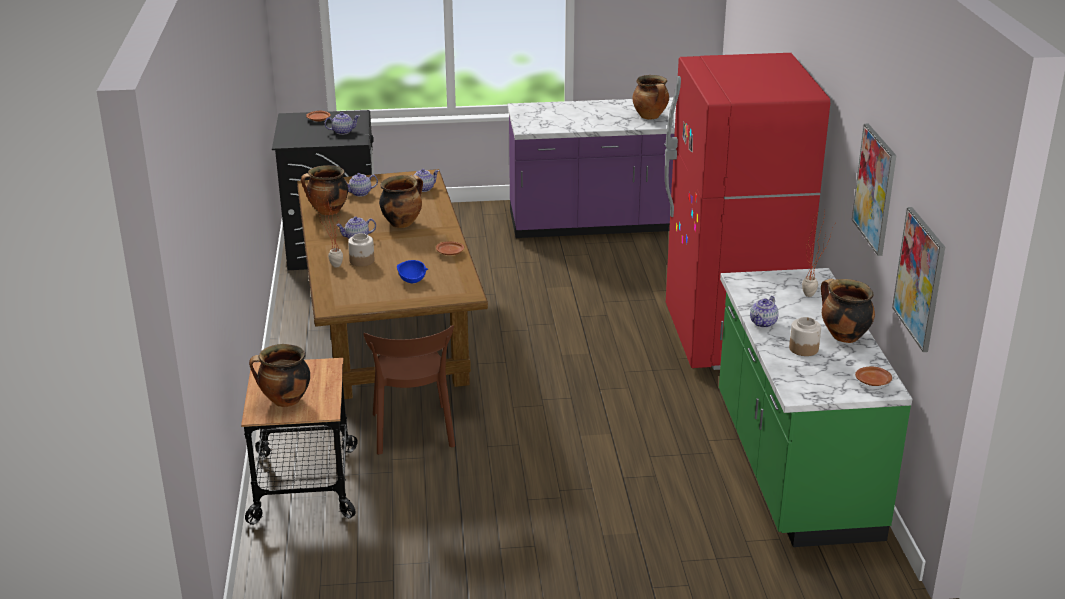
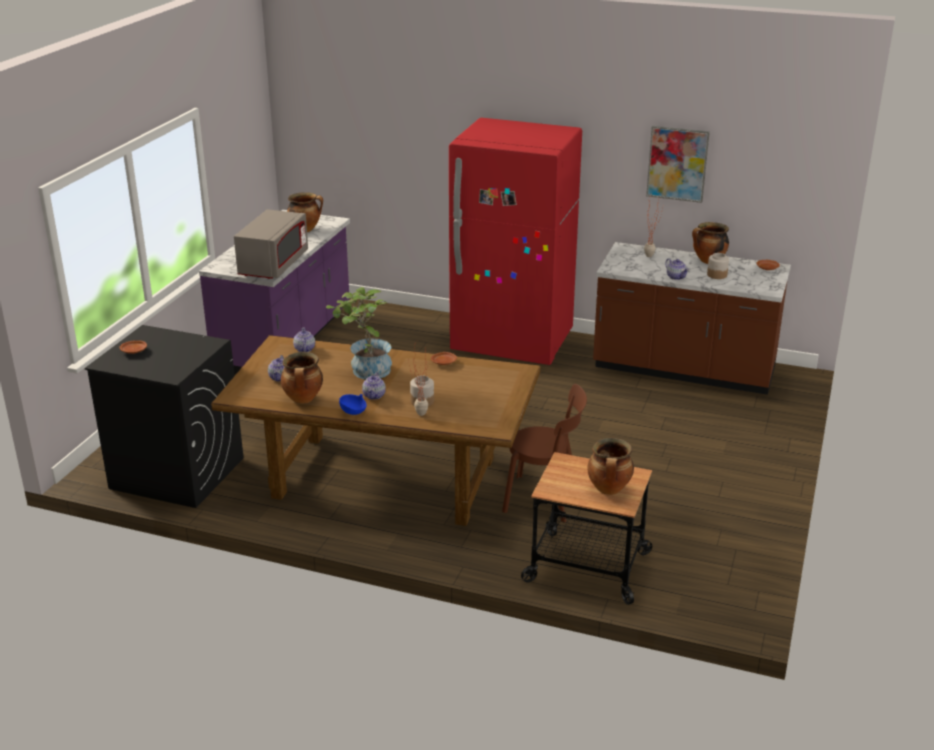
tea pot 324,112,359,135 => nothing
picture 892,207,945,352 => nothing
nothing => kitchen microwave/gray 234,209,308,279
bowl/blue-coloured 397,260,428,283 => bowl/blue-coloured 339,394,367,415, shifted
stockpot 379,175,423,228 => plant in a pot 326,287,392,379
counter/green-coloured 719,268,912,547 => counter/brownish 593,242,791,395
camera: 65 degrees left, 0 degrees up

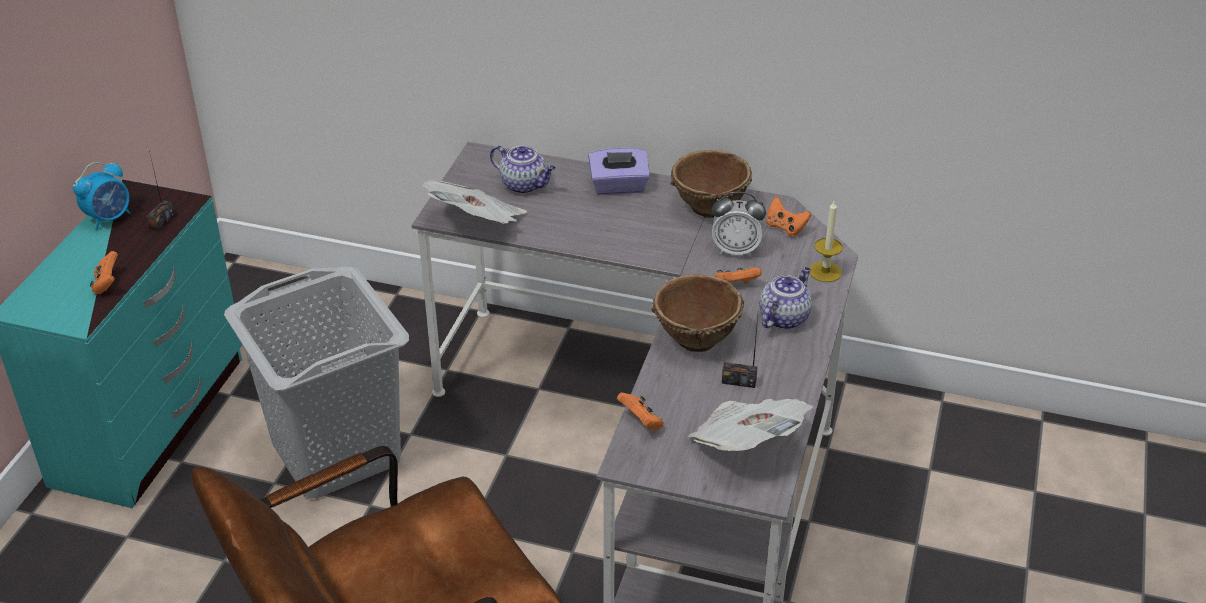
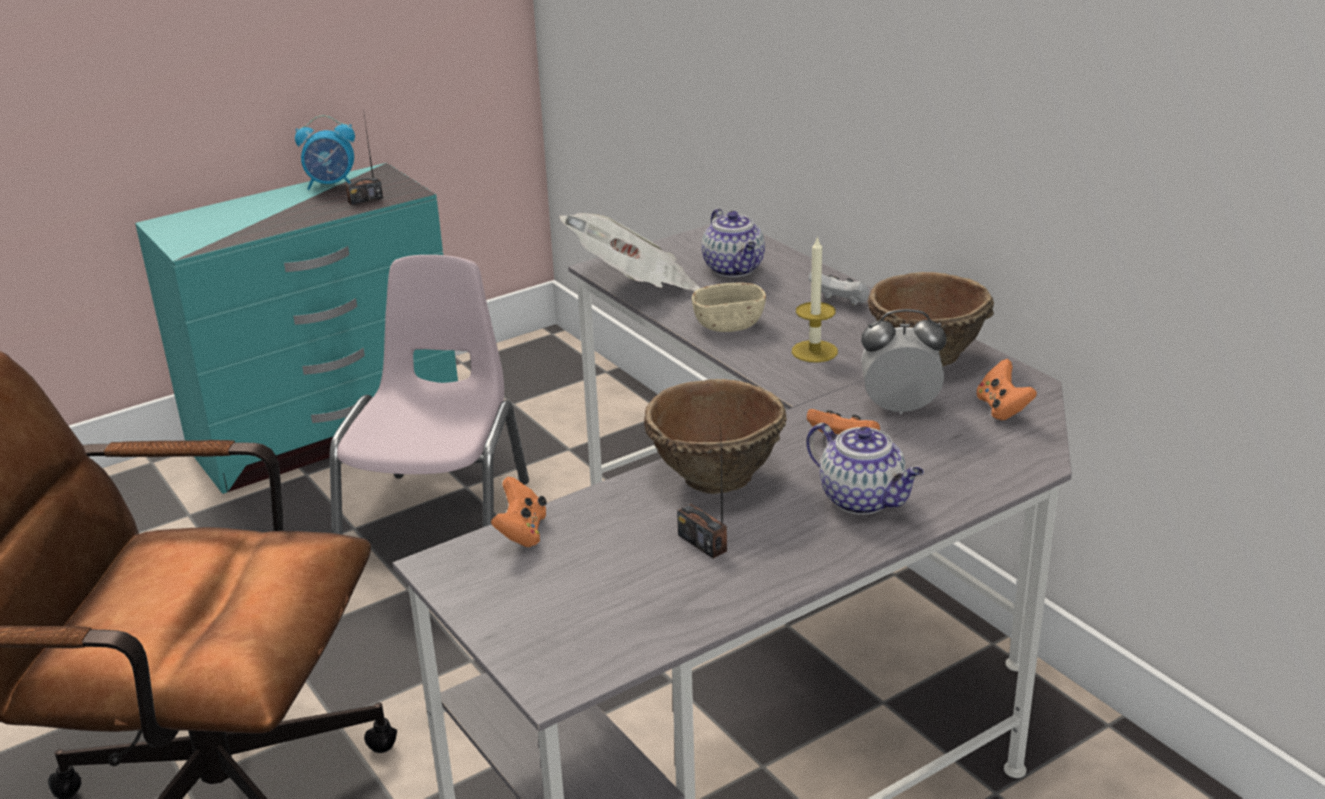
game controller/orange-coloured 90,251,118,294 => nothing
printed paper 688,398,813,451 => nothing
nothing => bowl/beige 692,282,766,332
wax candle 810,201,843,282 => wax candle 792,235,838,363, shifted
laundry basket/gray 224,266,409,498 => upright chair/pink 330,255,529,534
tissue holder/purple-coloured 588,148,650,195 => game controller/whitish 808,271,869,305
table clock 712,192,766,257 => table clock 861,309,946,414, 135 degrees clockwise
tea pot 759,267,812,330 => tea pot 807,423,924,515, 60 degrees clockwise
camera: 40 degrees right, 10 degrees down

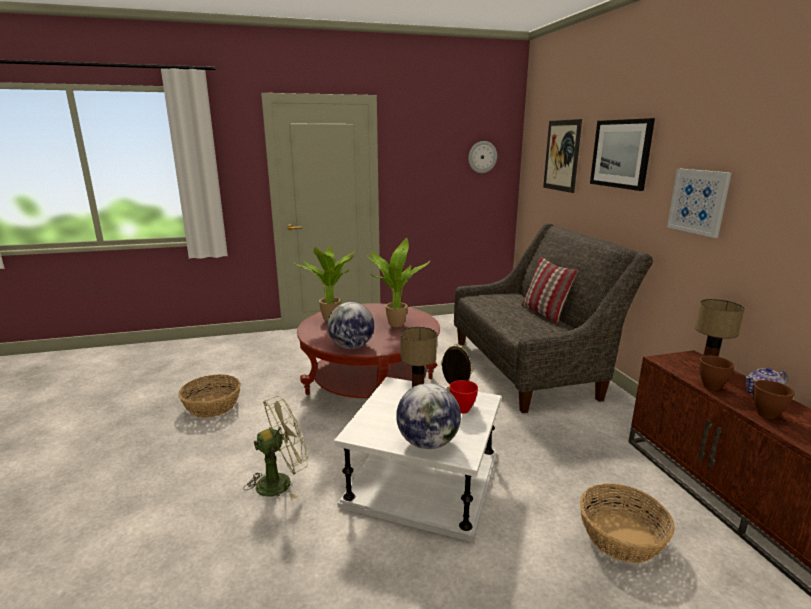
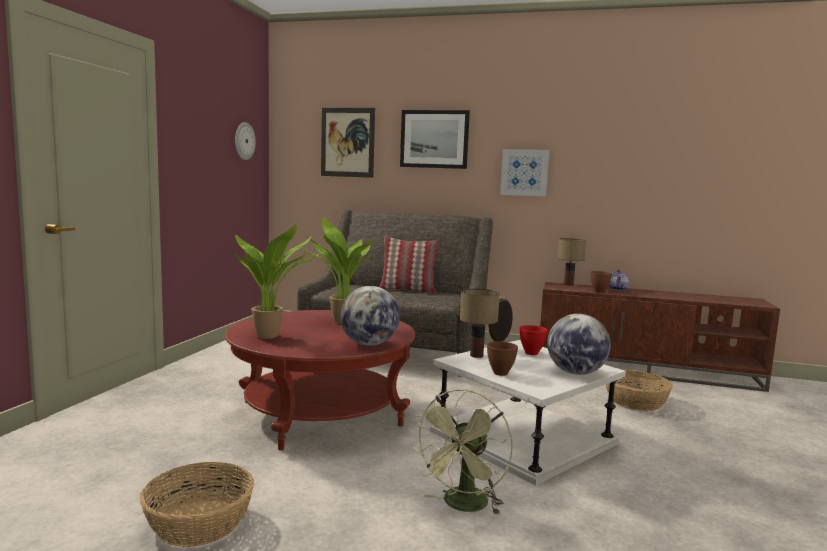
bowl/brownish 753,380,795,419 => bowl/brownish 487,341,518,376, shifted
fan/green-coloured 243,396,308,499 => fan/green-coloured 412,389,513,515, 150 degrees counterclockwise
camera: 60 degrees left, 10 degrees down

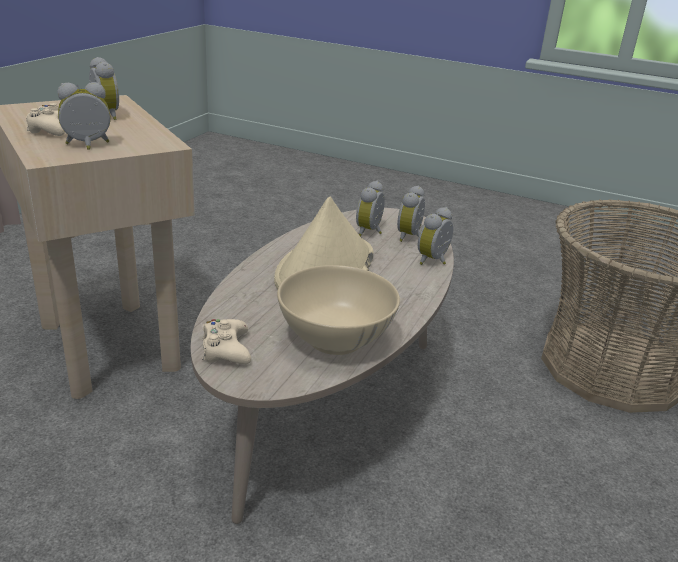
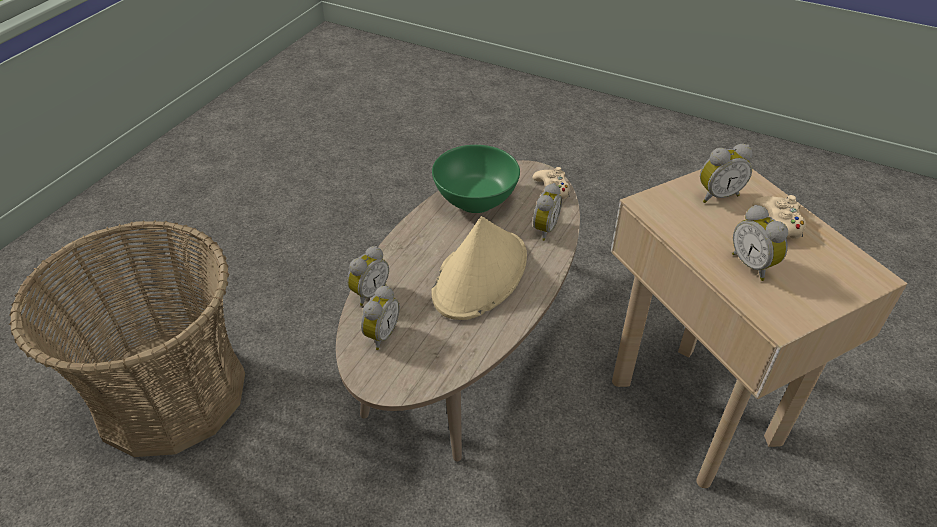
table clock 356,181,385,237 => table clock 533,183,562,241, shifted
bowl/beige 277,265,400,355 => bowl/green-coloured 432,145,520,213
camera: 175 degrees left, 15 degrees up

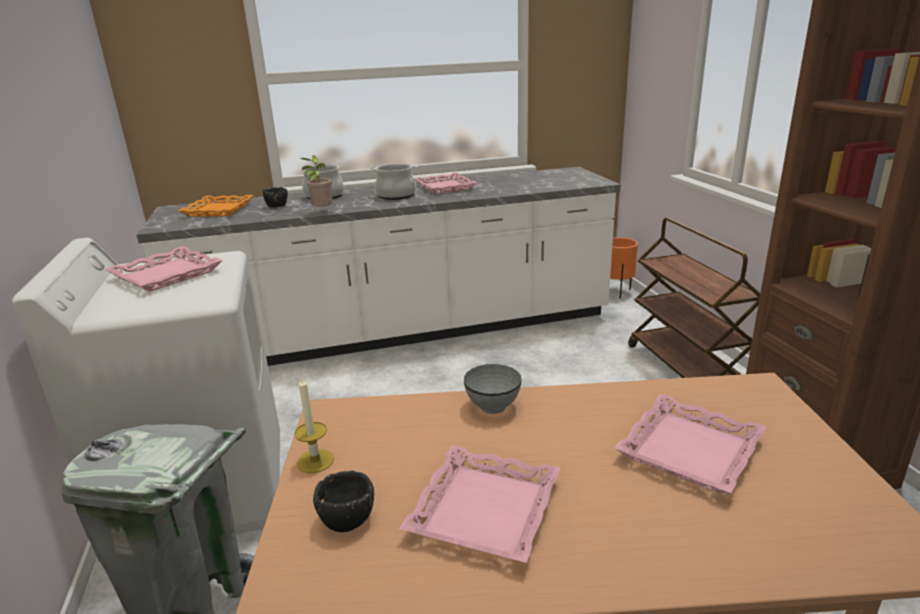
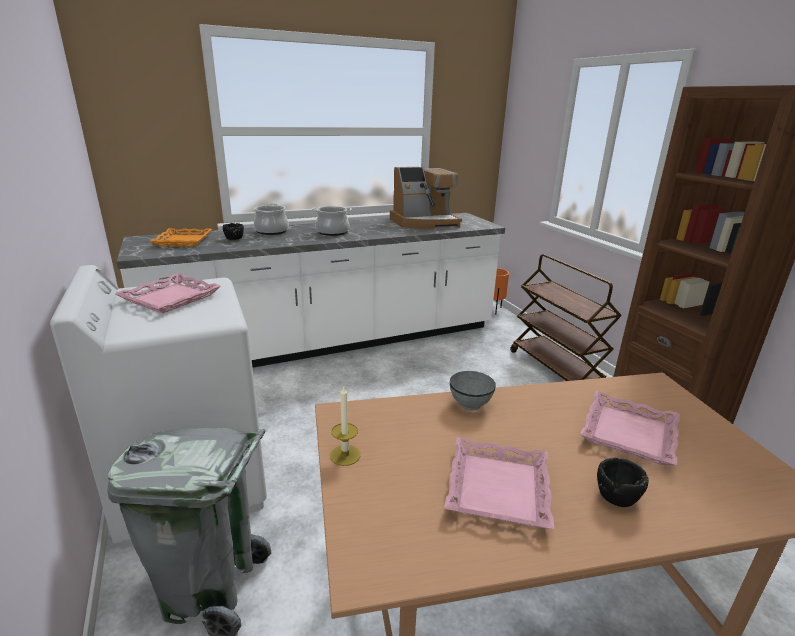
plant in a pot 301,155,333,208 => nothing
serving tray/pink 414,173,477,194 => nothing
nothing => coffee machine 390,167,462,229
bowl/blackish 313,471,374,532 => bowl/blackish 597,458,649,507, shifted
camera: 10 degrees left, 0 degrees up

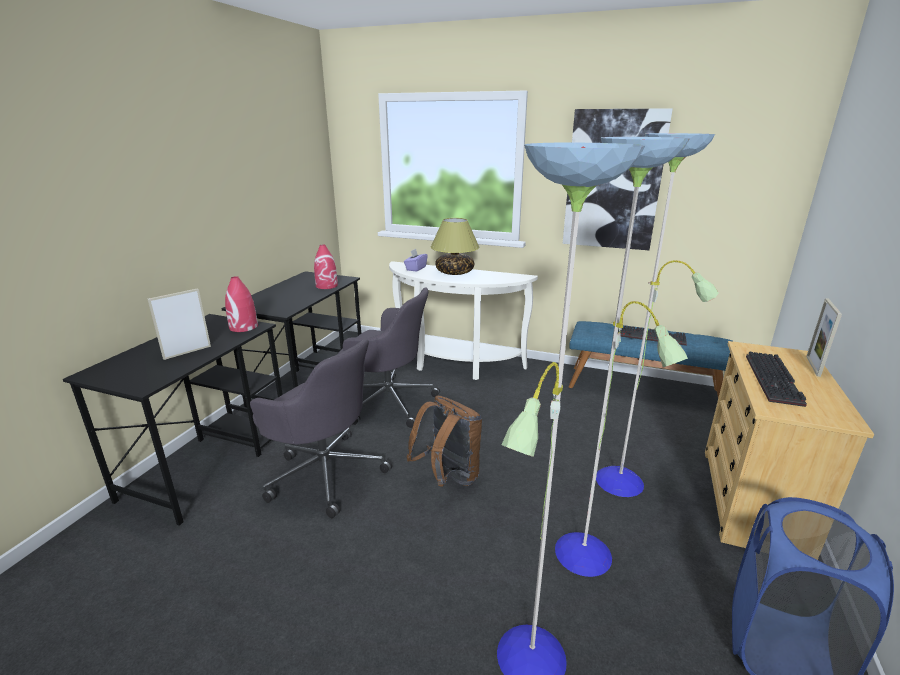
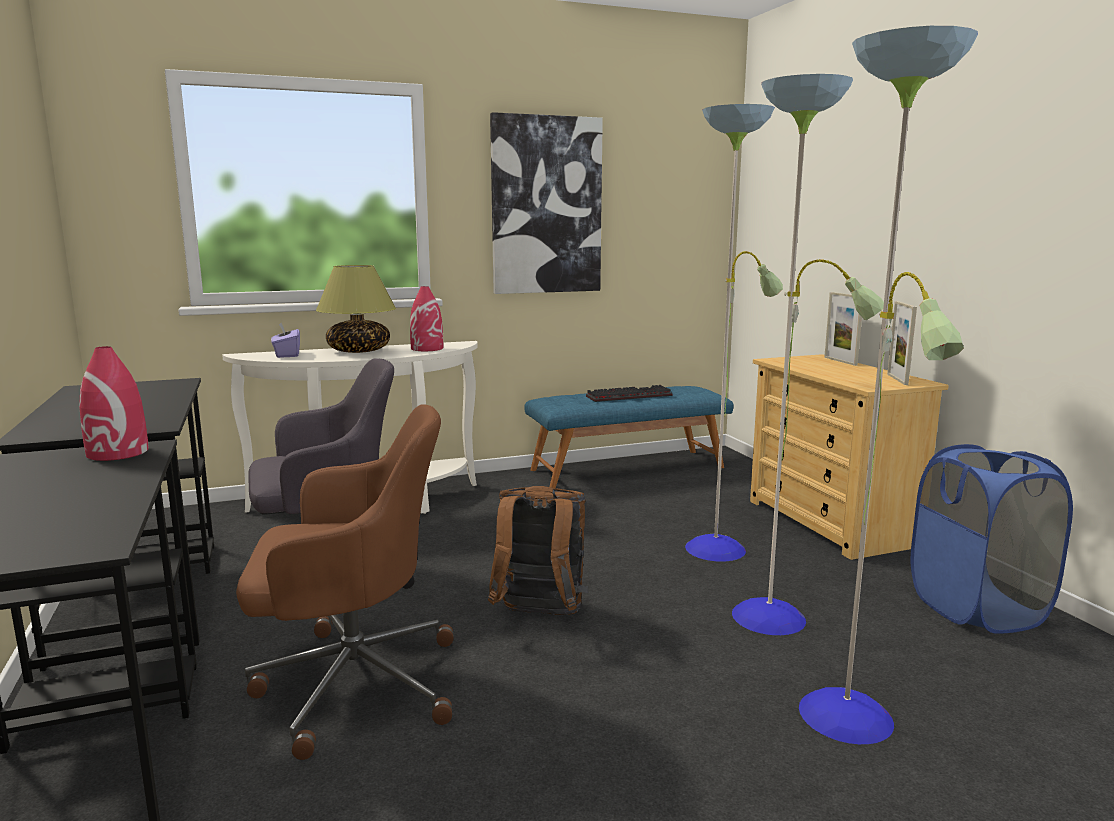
computer keyboard 746,352,807,407 => nothing
picture frame 148,288,211,360 => picture frame 887,301,917,385, shifted
decorative vase/red-coloured 314,244,338,289 => decorative vase/red-coloured 410,286,443,351, shifted
computer chair/gray 250,339,392,518 => computer chair/brownish 236,404,454,760
camera: 40 degrees left, 10 degrees down

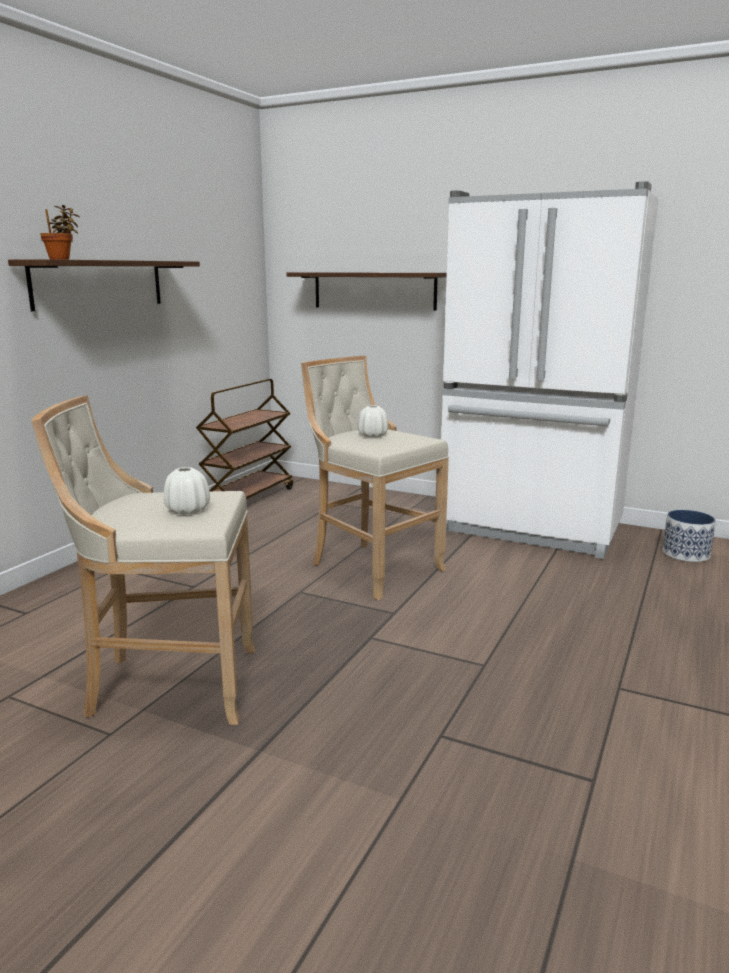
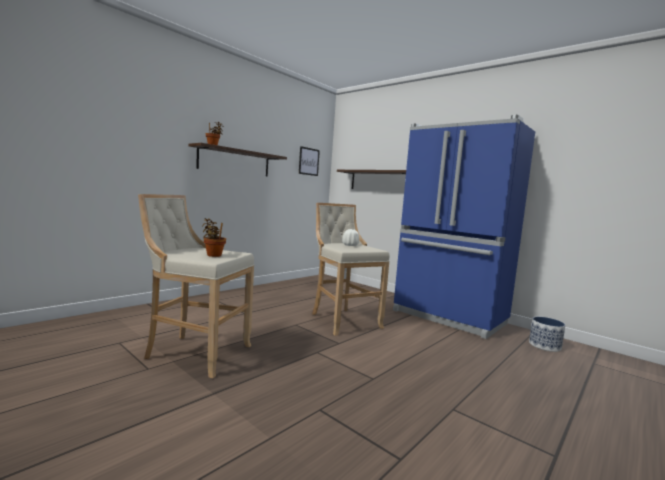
trolley/brownish 196,379,293,499 => nothing
nothing => picture 299,146,320,176
decorative vase/whitish 164,467,210,514 => plant in a pot 202,218,226,257
fridge/whitish 441,181,658,559 => fridge/blue-coloured 393,115,535,339
camera: 15 degrees right, 10 degrees down

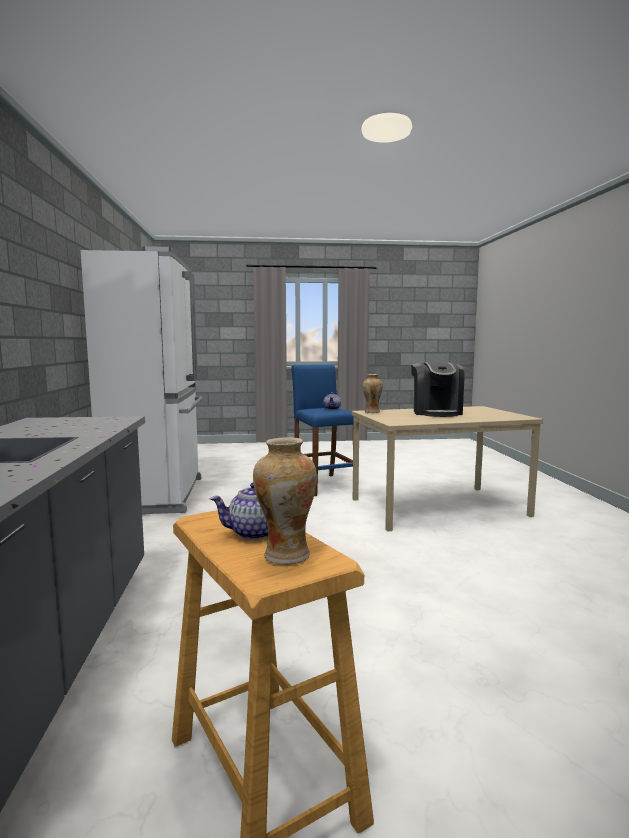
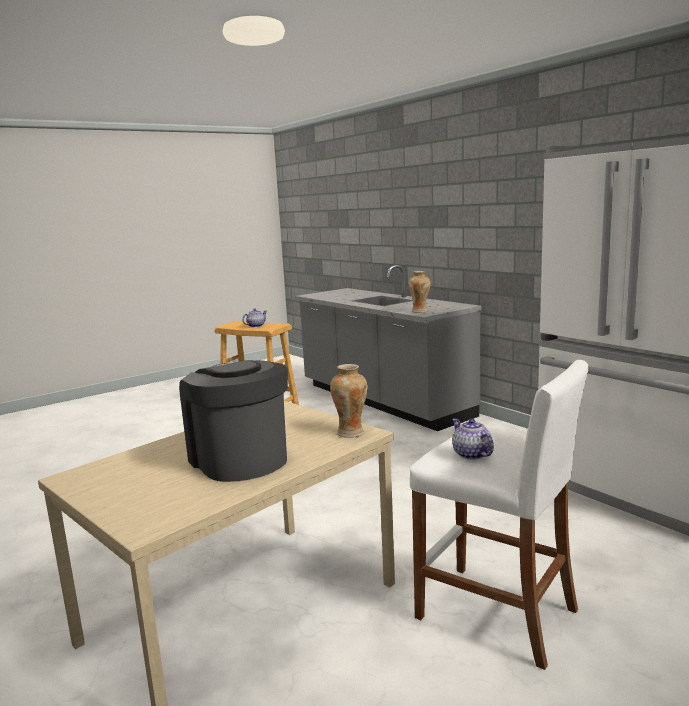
decorative vase 253,437,317,565 => decorative vase 409,271,430,313, shifted
stool/blue-coloured 291,364,360,496 => stool/whitish 410,360,588,670
camera: 150 degrees right, 5 degrees up

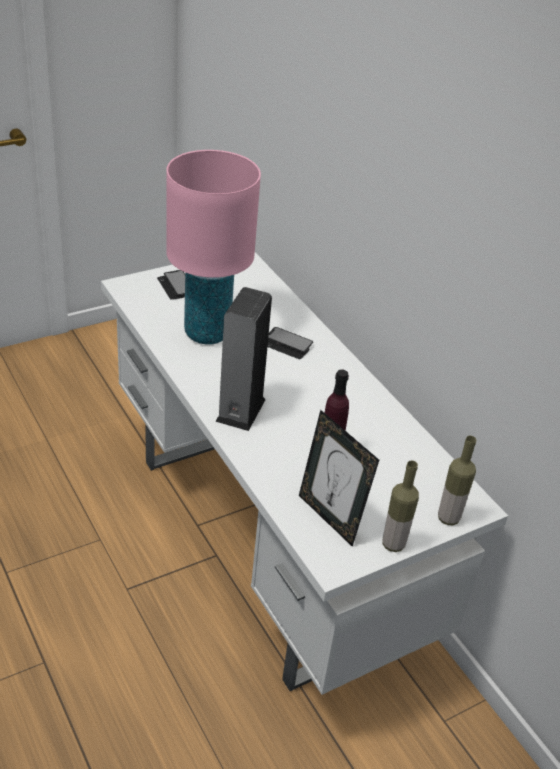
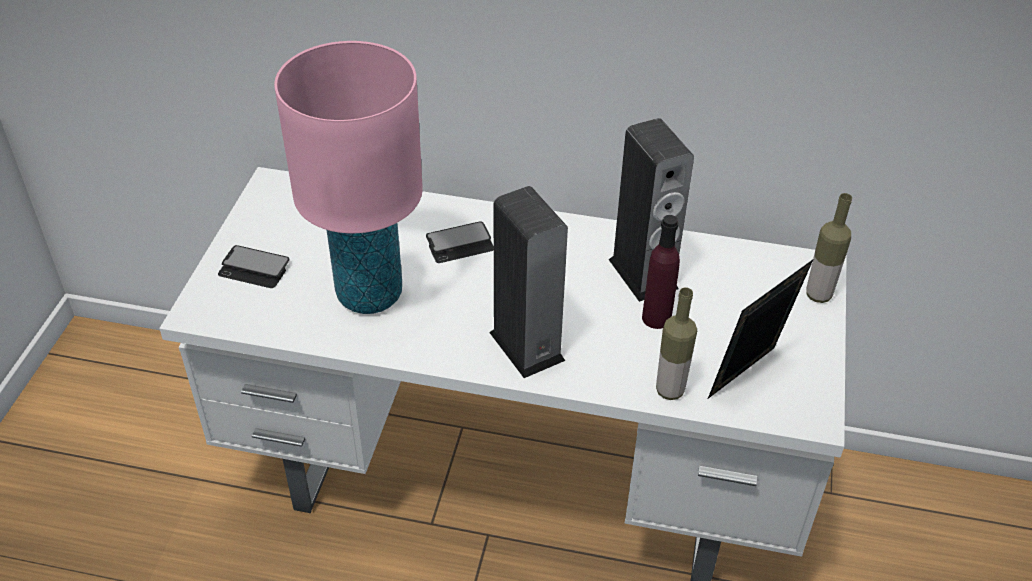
nothing => loudspeaker 608,118,694,302
beverage bottle 382,460,419,552 => beverage bottle 656,287,697,400, shifted
picture frame 299,410,379,547 => picture frame 708,260,813,399, 135 degrees clockwise
camera: 45 degrees left, 5 degrees up

